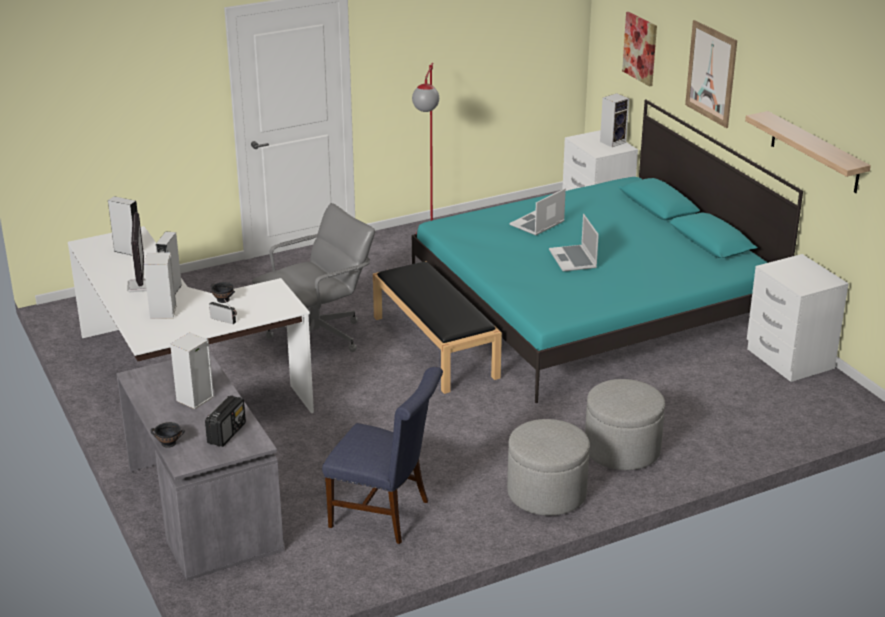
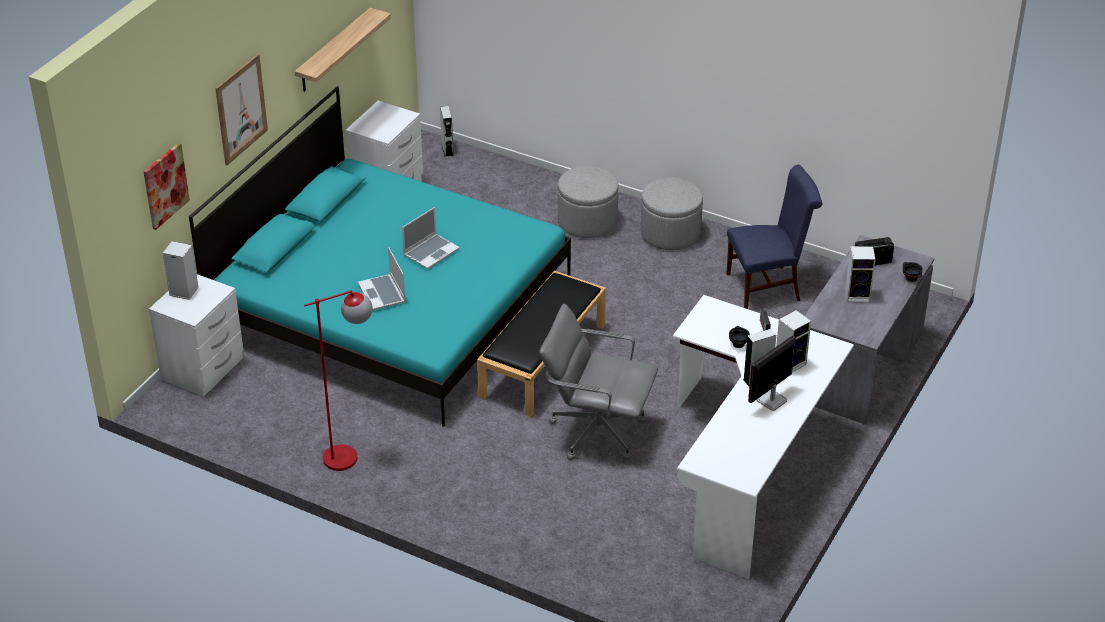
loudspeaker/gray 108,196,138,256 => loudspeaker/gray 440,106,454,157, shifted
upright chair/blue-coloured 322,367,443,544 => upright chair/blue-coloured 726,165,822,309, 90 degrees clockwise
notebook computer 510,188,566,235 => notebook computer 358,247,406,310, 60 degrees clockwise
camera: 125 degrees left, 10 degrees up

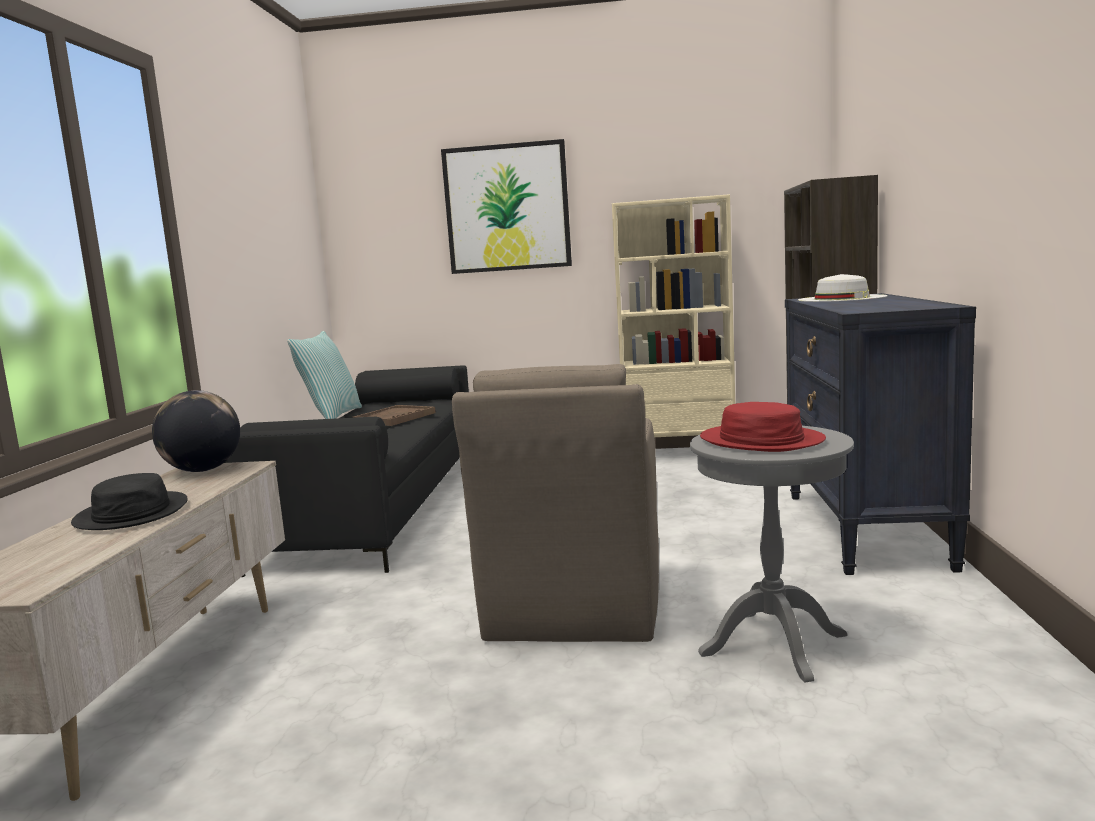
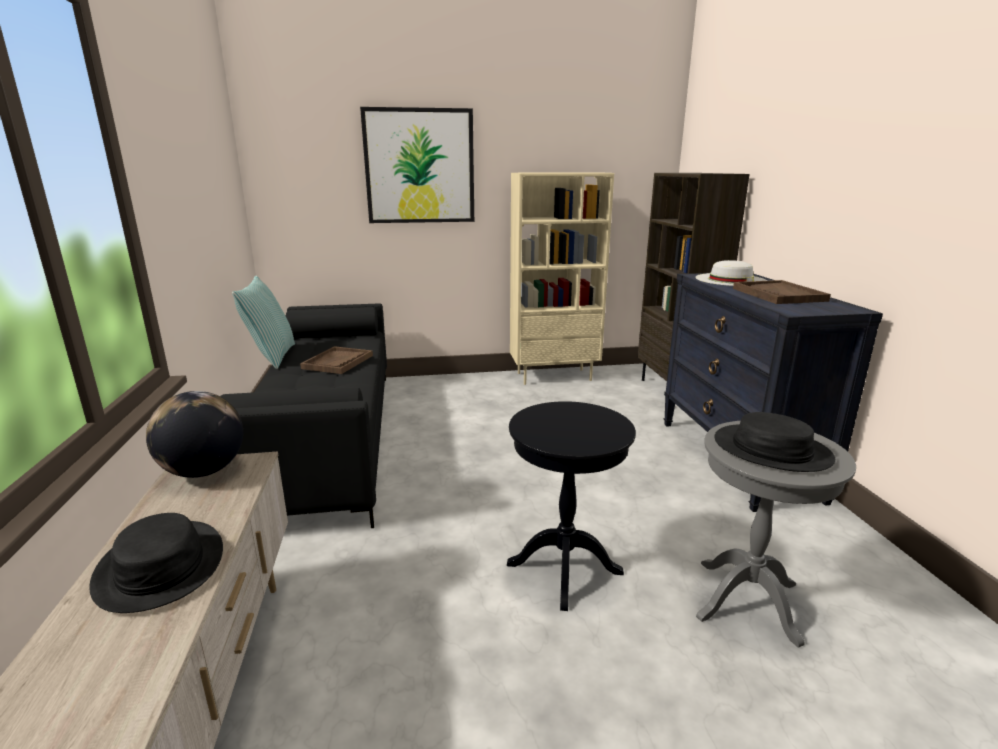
nothing => serving tray/brownish 733,280,831,304
lounge chair/brownish 452,364,659,642 => side table/blackish 507,401,636,611
hat/red-coloured 700,402,826,452 => hat/blackish 714,412,835,472
camera: 15 degrees left, 10 degrees up

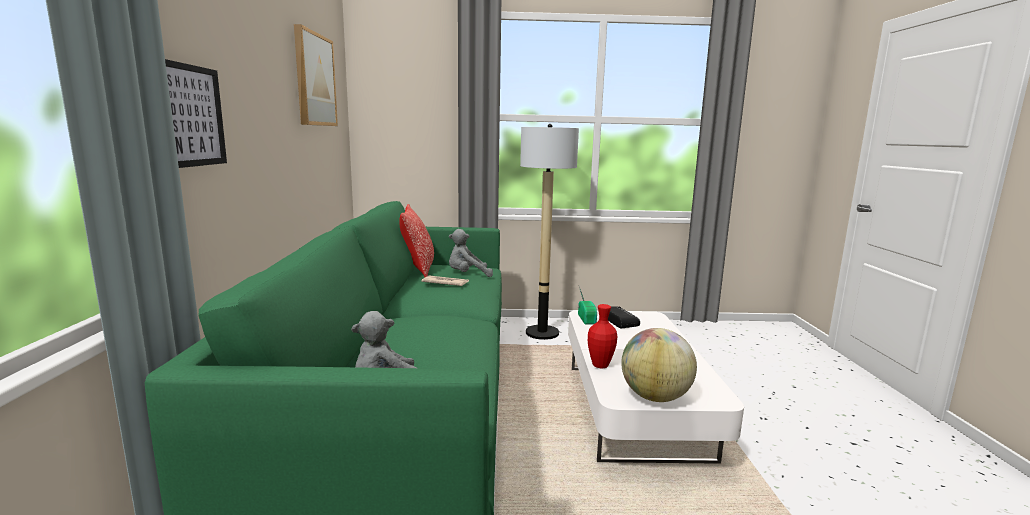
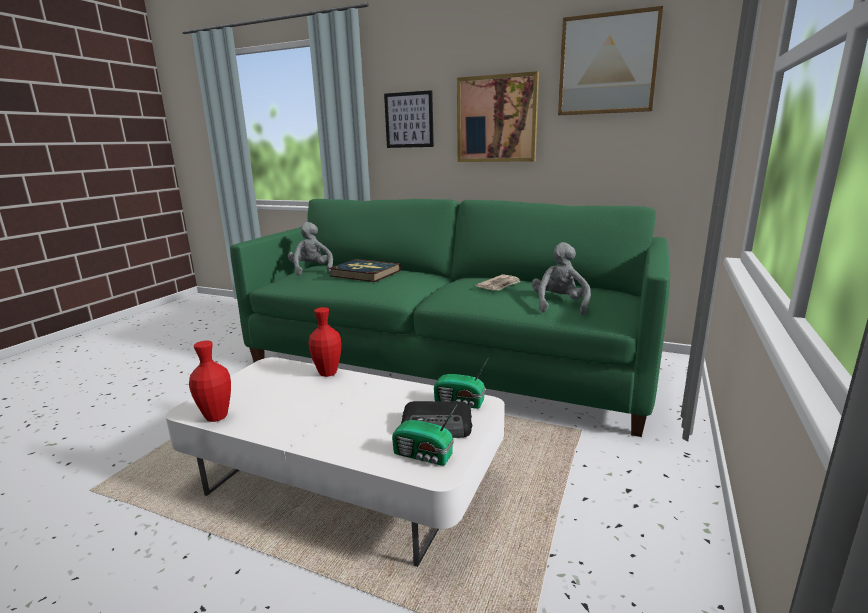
cushion 399,204,434,277 => nothing
standard lamp 520,124,579,340 => nothing
world globe 621,328,697,402 => nothing
nothing => decorative vase/red-coloured 189,341,231,422
nothing => volume 329,259,401,282
nothing => radio set 392,405,457,466
nothing => picture 457,71,539,162
camera: 115 degrees right, 5 degrees up

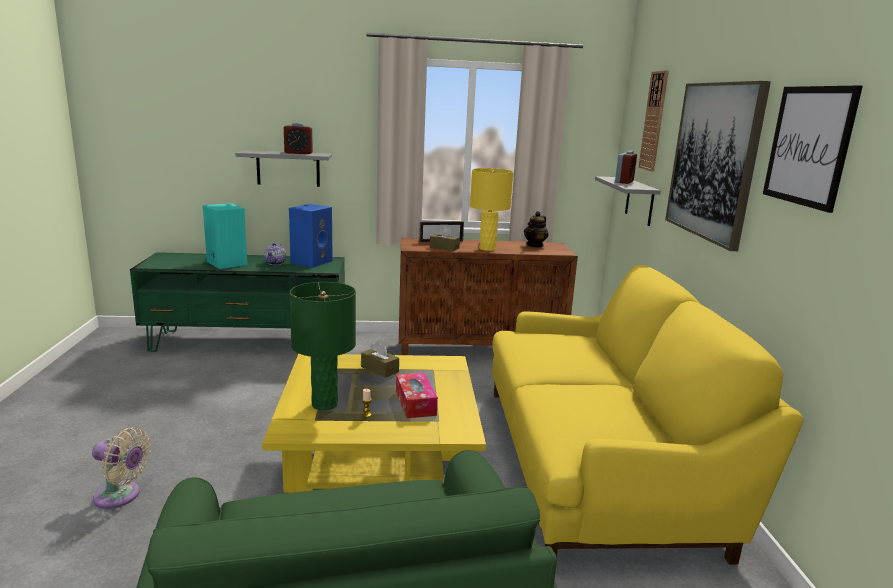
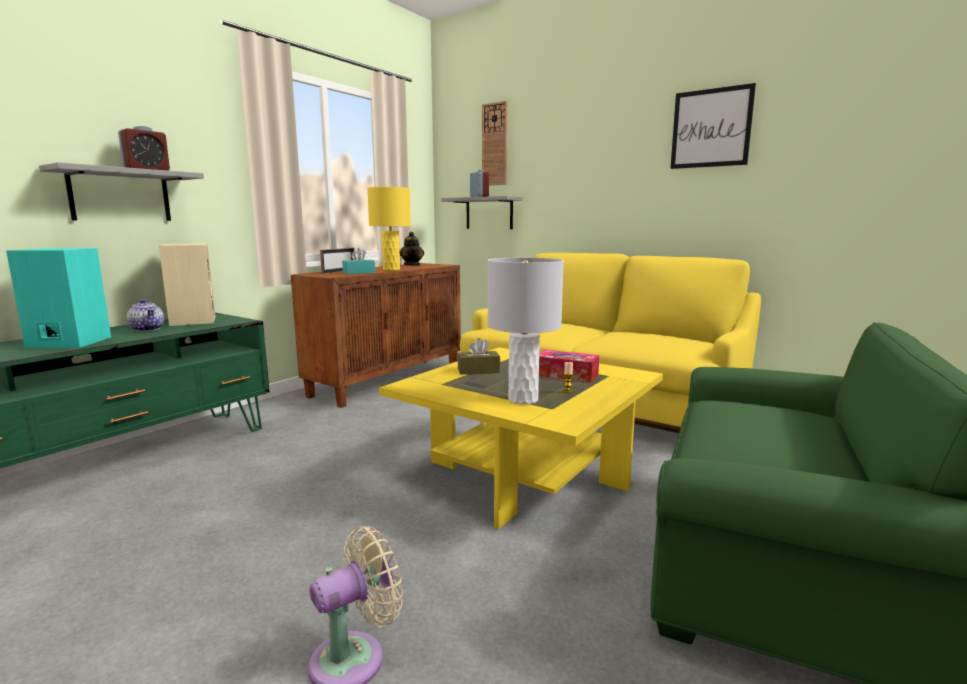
picture 665,81,771,251 => nothing
loudspeaker/blue-coloured 289,204,333,268 => loudspeaker/beige 159,243,216,326
lamp for a table/green-coloured 290,282,356,410 => lamp for a table/gray 488,258,564,404
tissue holder/brownish 430,226,460,251 => tissue holder/turquoise 342,248,375,274
camera: 50 degrees left, 5 degrees down

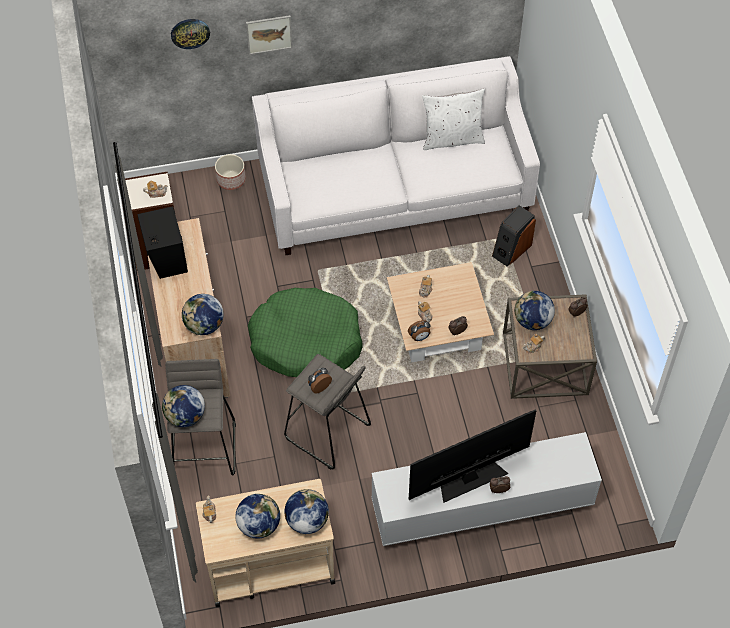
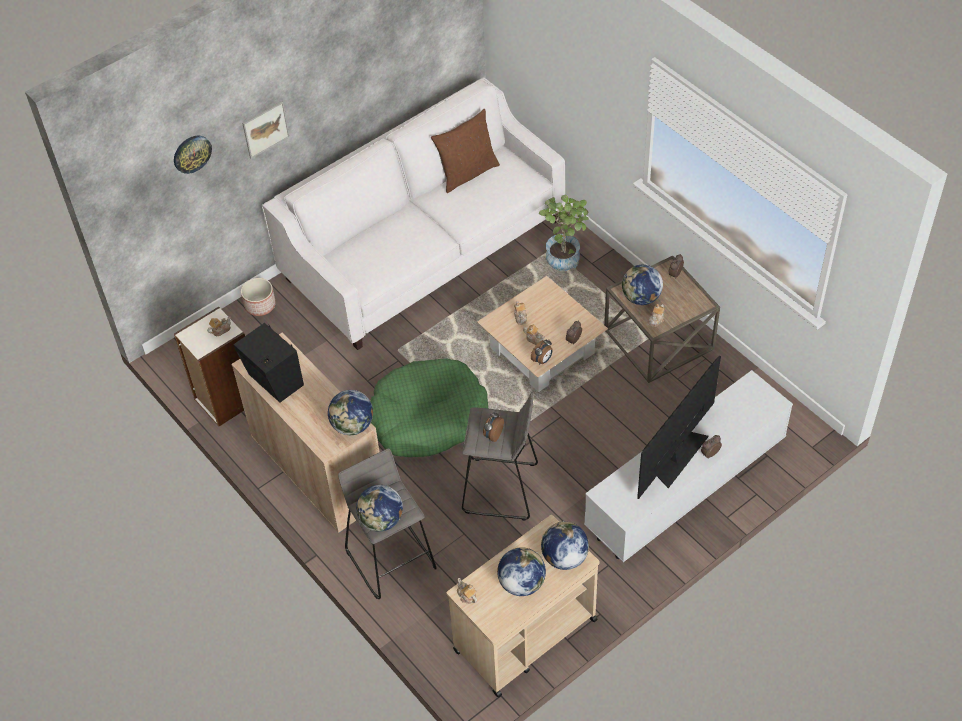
loudspeaker 492,205,536,267 => plant in a pot 539,195,589,271
cushion/whitish 422,88,485,150 => cushion/brownish 431,109,500,193
camera: 25 degrees left, 5 degrees down

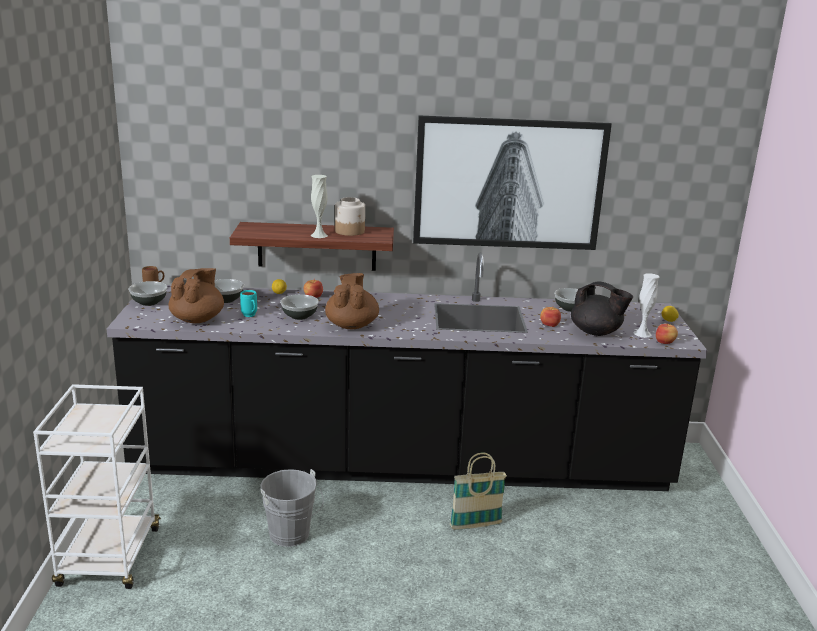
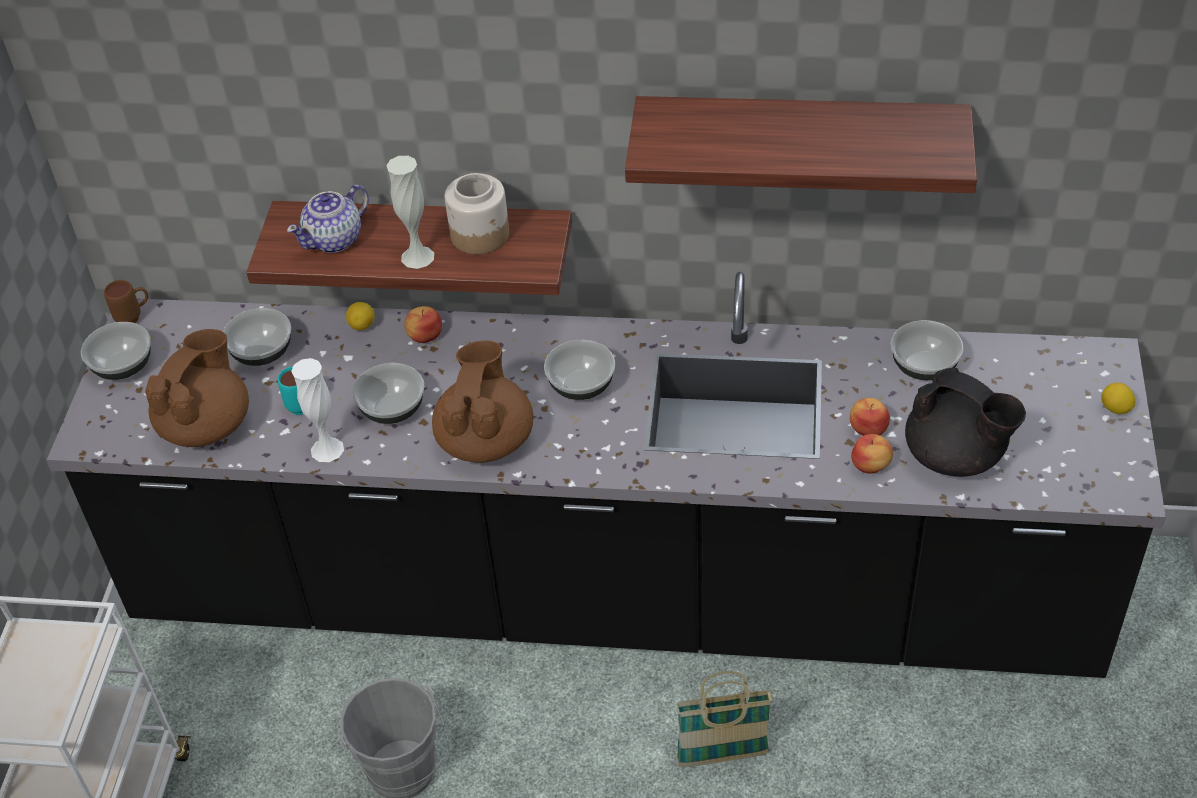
nothing => tea pot 287,185,369,253
nothing => bowl 544,340,615,400
decorative vase/whitish 633,273,659,337 => decorative vase/whitish 291,358,344,462, shifted
apple 656,323,678,344 => apple 851,434,893,474, shifted
picture 413,115,612,250 => bracket shelf 625,96,977,193
camera: 10 degrees right, 25 degrees up

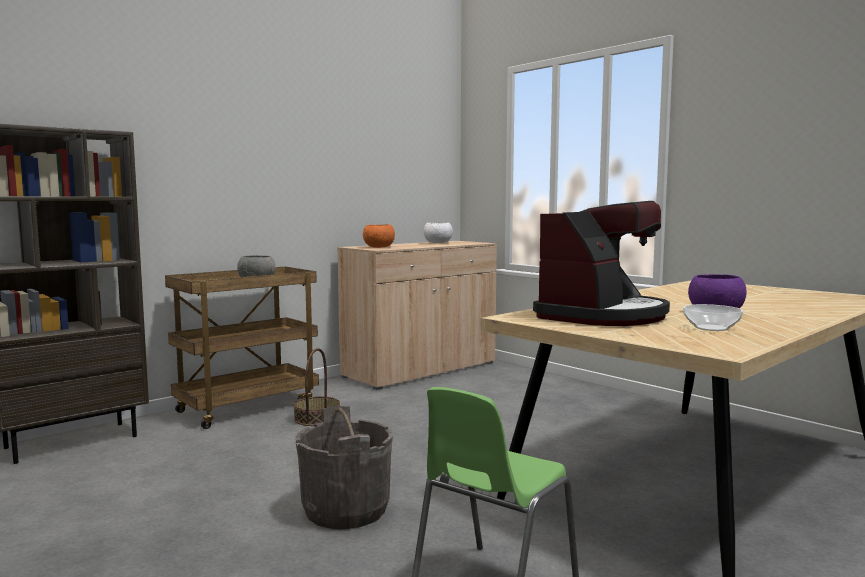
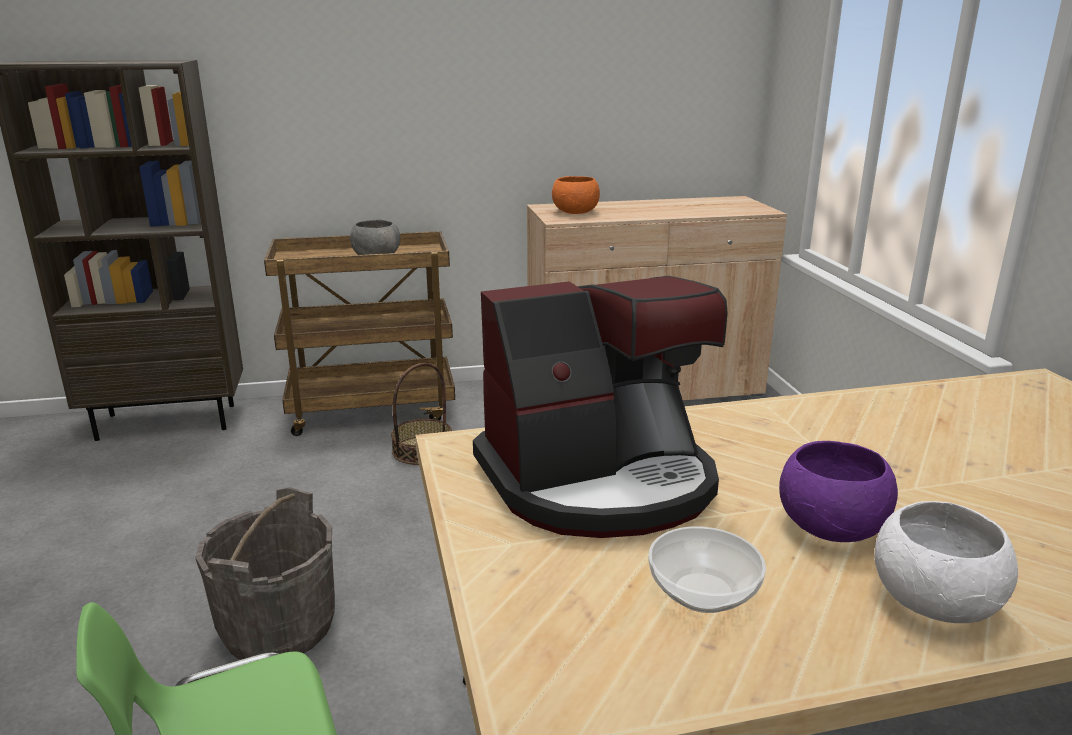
bowl/whitish 424,222,453,243 => bowl/whitish 874,501,1018,623, shifted
camera: 30 degrees right, 15 degrees up

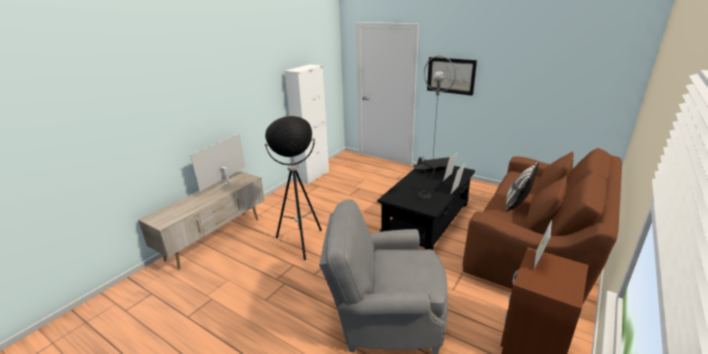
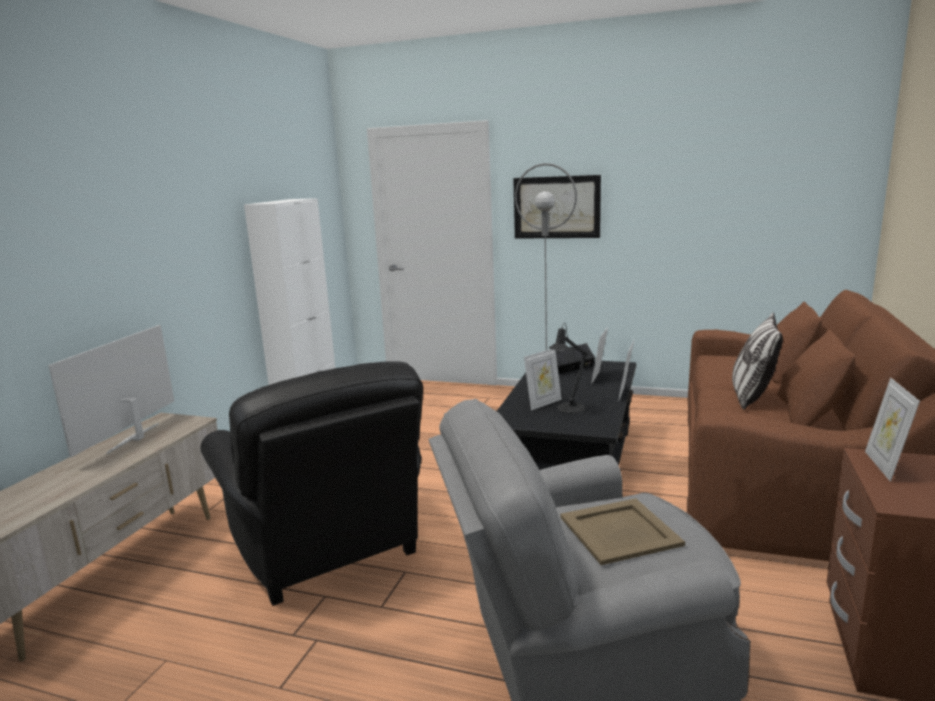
nothing => picture frame 524,349,562,411
nothing => serving tray/beige 560,498,685,565
standard lamp 265,116,322,260 => lounge chair/blackish 200,361,423,606
camera: 15 degrees left, 10 degrees down

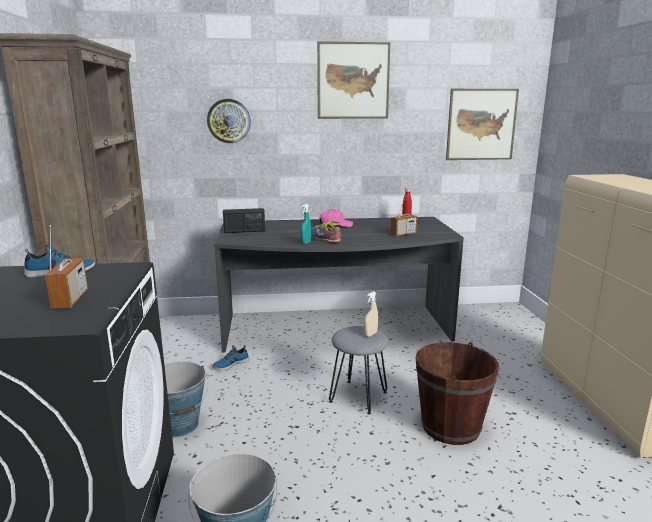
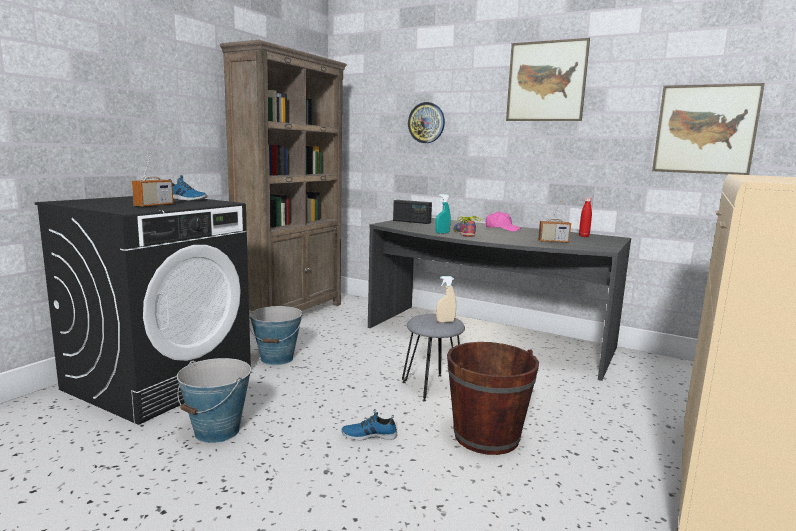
item of footwear 212,345,249,370 => item of footwear 341,409,397,441, shifted
camera: 35 degrees right, 5 degrees down

